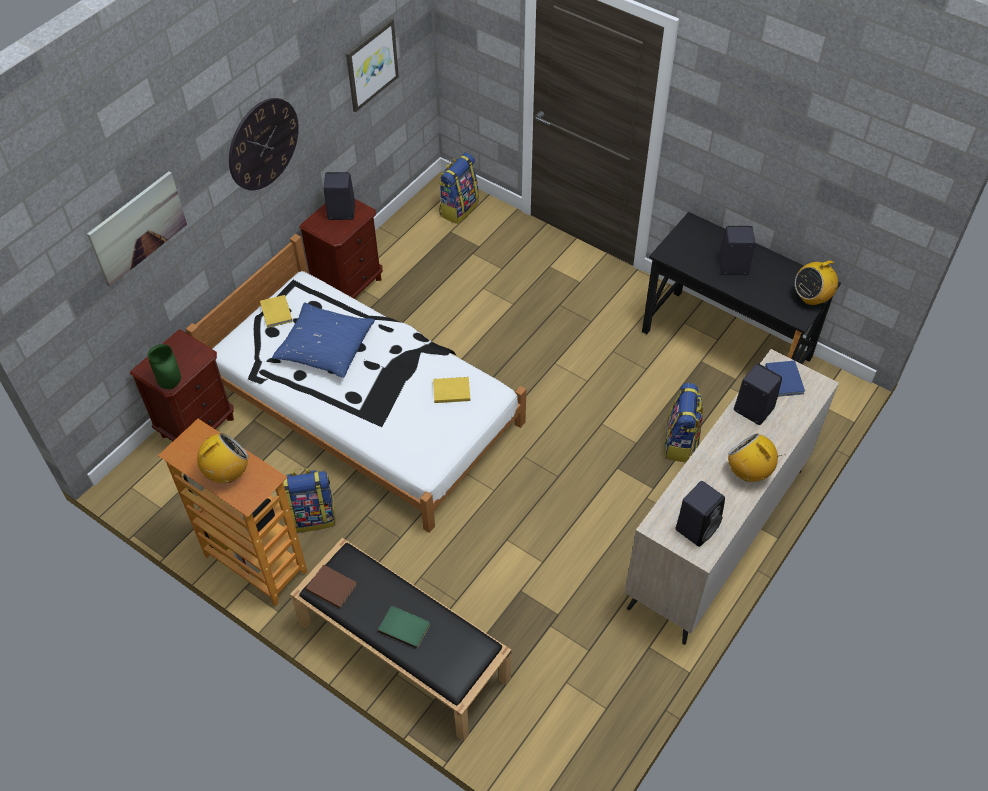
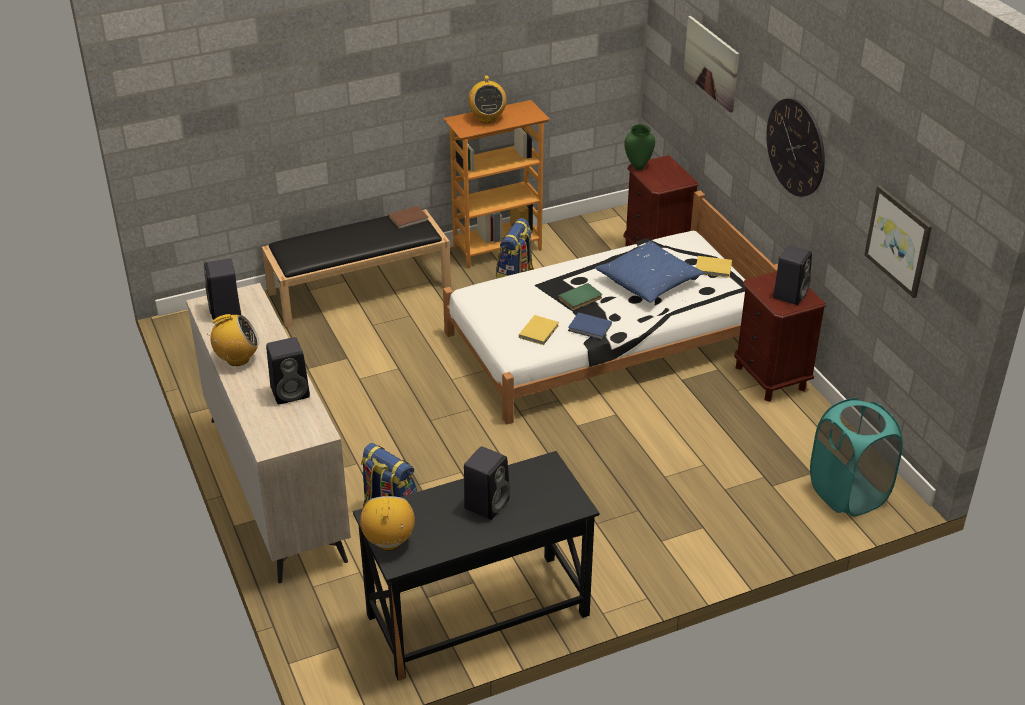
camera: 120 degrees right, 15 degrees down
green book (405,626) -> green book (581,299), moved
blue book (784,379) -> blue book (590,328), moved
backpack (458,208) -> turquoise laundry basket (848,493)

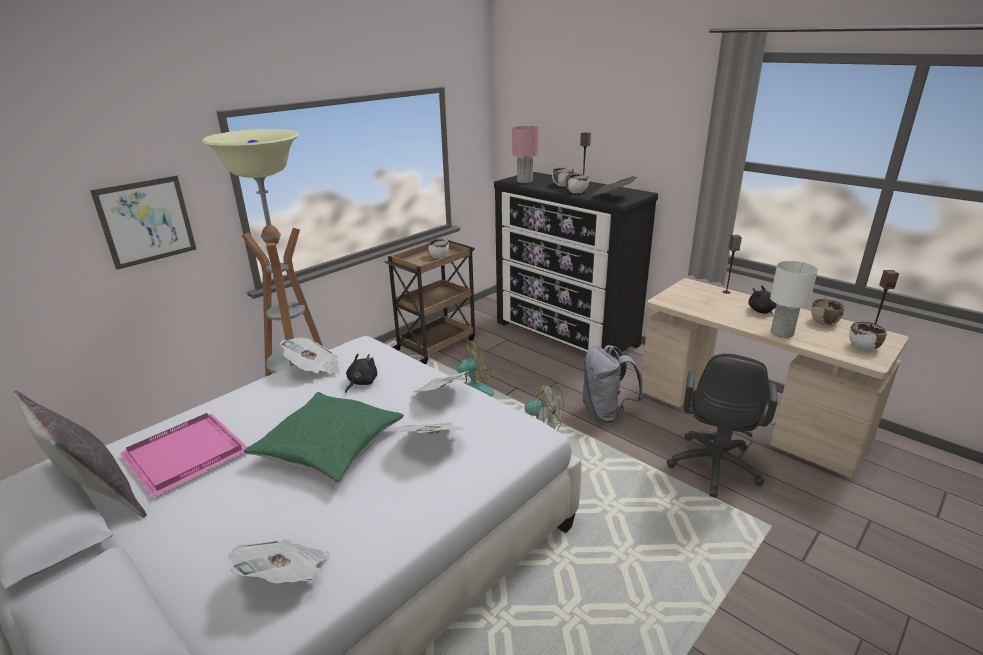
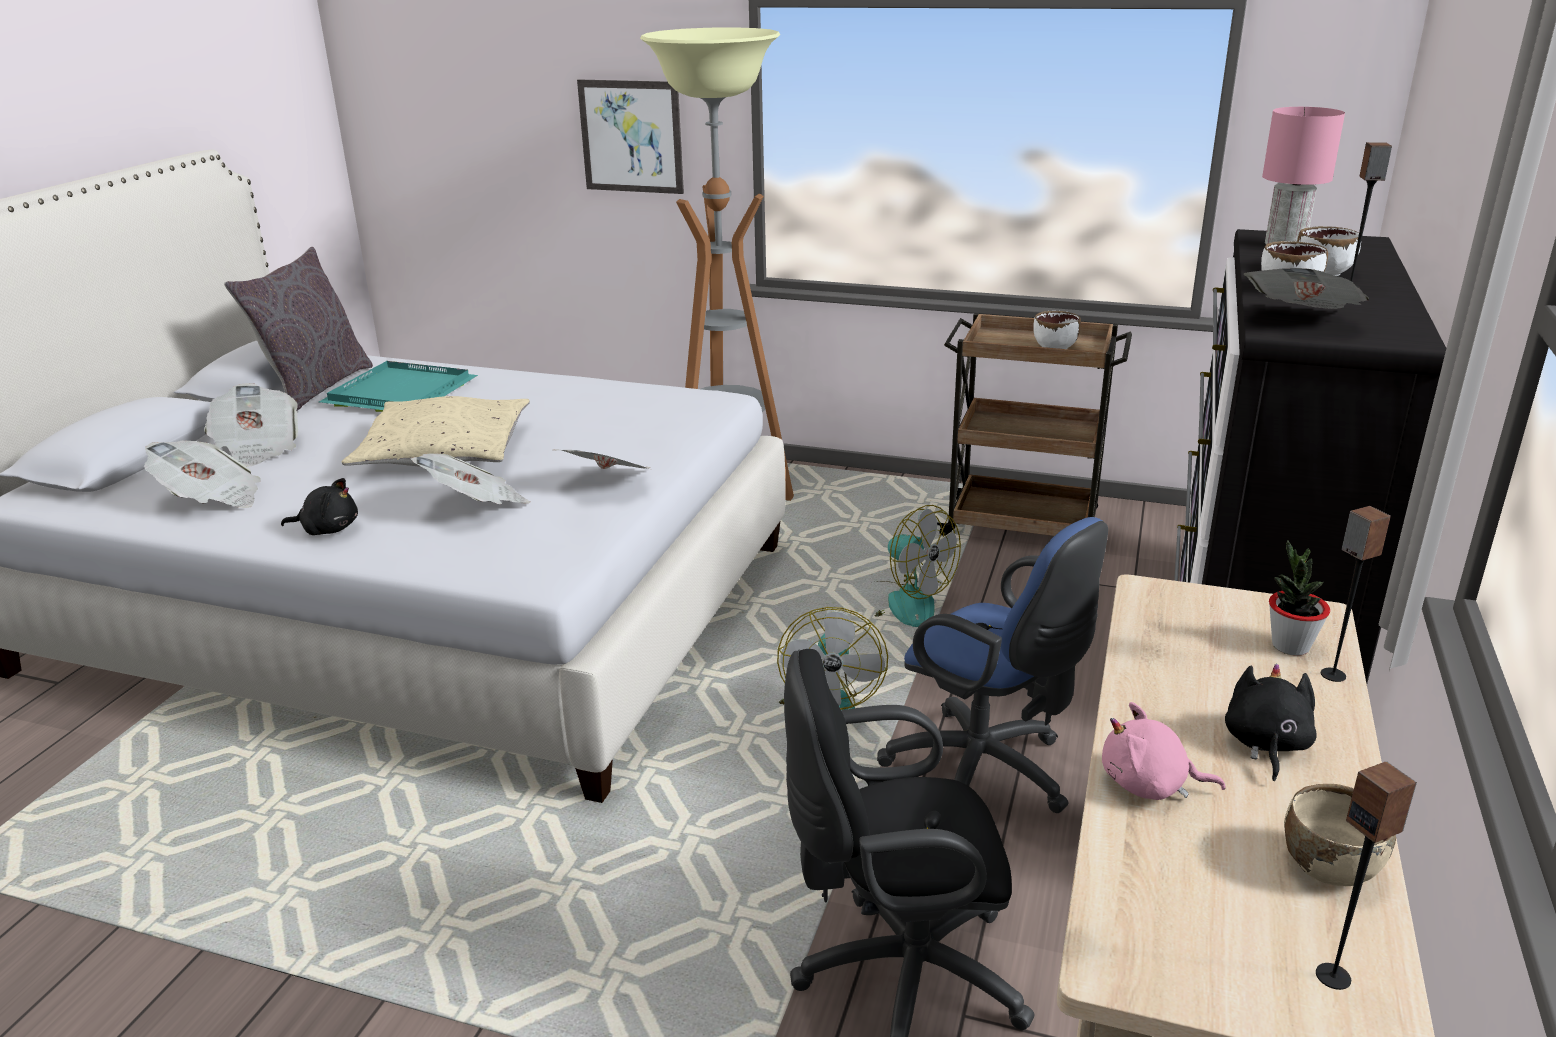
camera: 65 degrees right, 0 degrees up
newspaper (314,369) -> newspaper (257,448), moved
black plush toy (361,383) -> black plush toy (328,529), moved
pink tray (184,456) -> turquoise tray (397,394)
green pillow (329,446) -> beige pillow (444,452)
grey backpack (606,412) -> blue office chair (987,774)
white table lamp (782,333) -> pink plush toy (1149,785)
none -> potted plant (1290,646)
white bowl (863,347) -> none

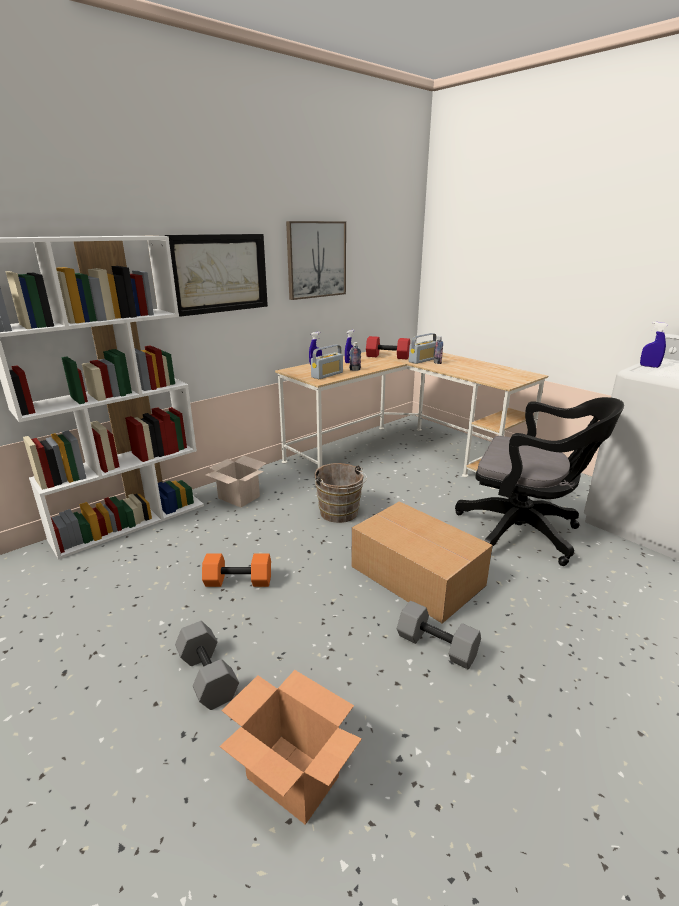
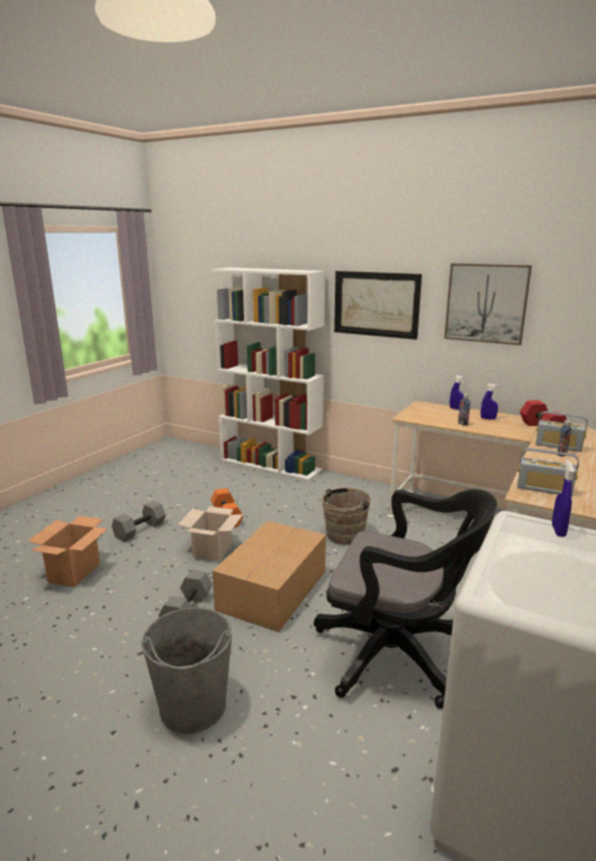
camera: 70 degrees right, 5 degrees down
none -> grey bucket (192,706)
cardboard box (238,497) -> cardboard box (212,549), moved
black office chair (524,533) -> black office chair (397,656), 75 degrees counterclockwise
radio (327,375) -> radio (544,489), moved

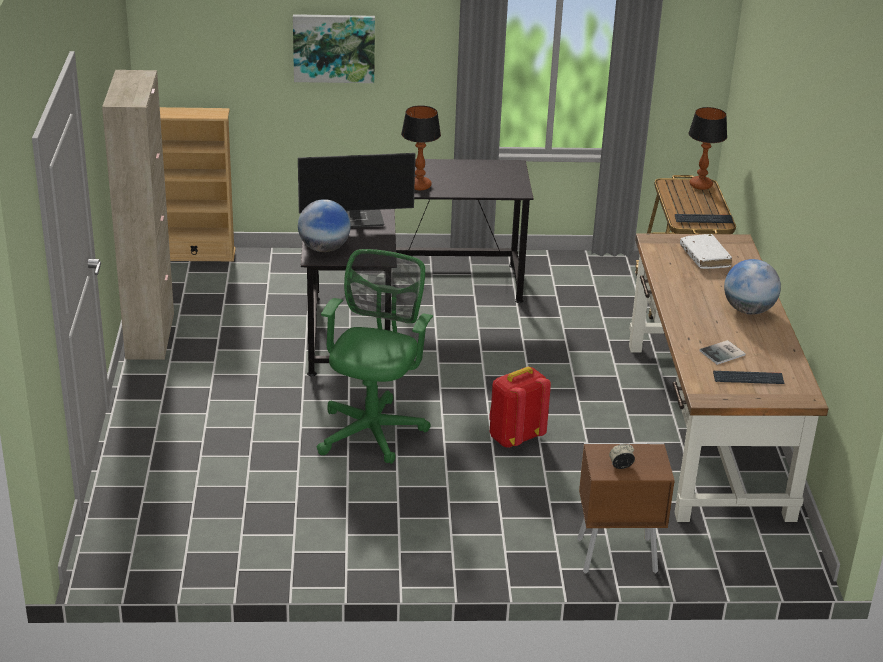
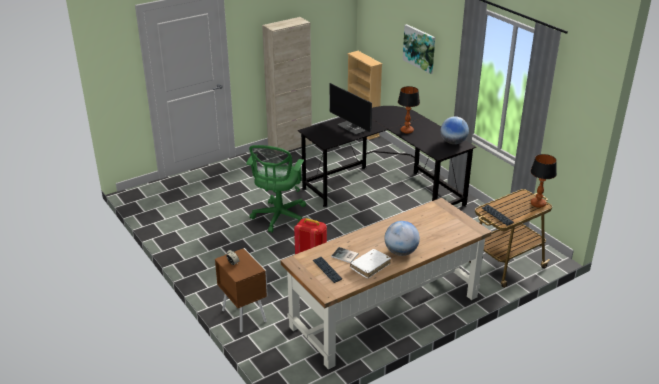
camera: 60 degrees right, 0 degrees up
green office chair (373,429) -> green office chair (278,218), 120 degrees clockwise
white book (704,257) -> white book (370,266), moved
globe (324,248) -> globe (453,142), moved

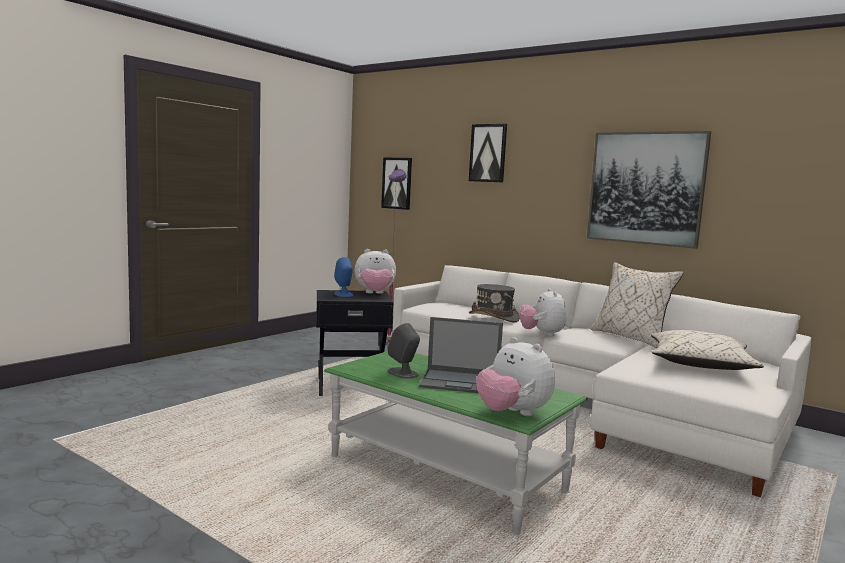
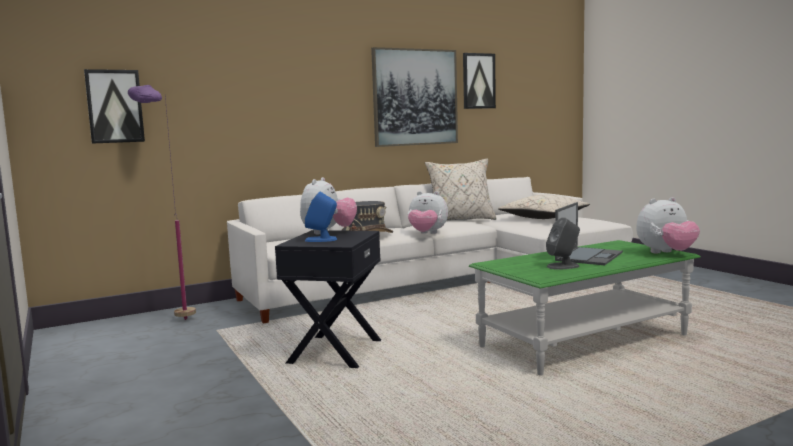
camera: 65 degrees left, 0 degrees up
picture (488,153) -> picture (478,81), moved

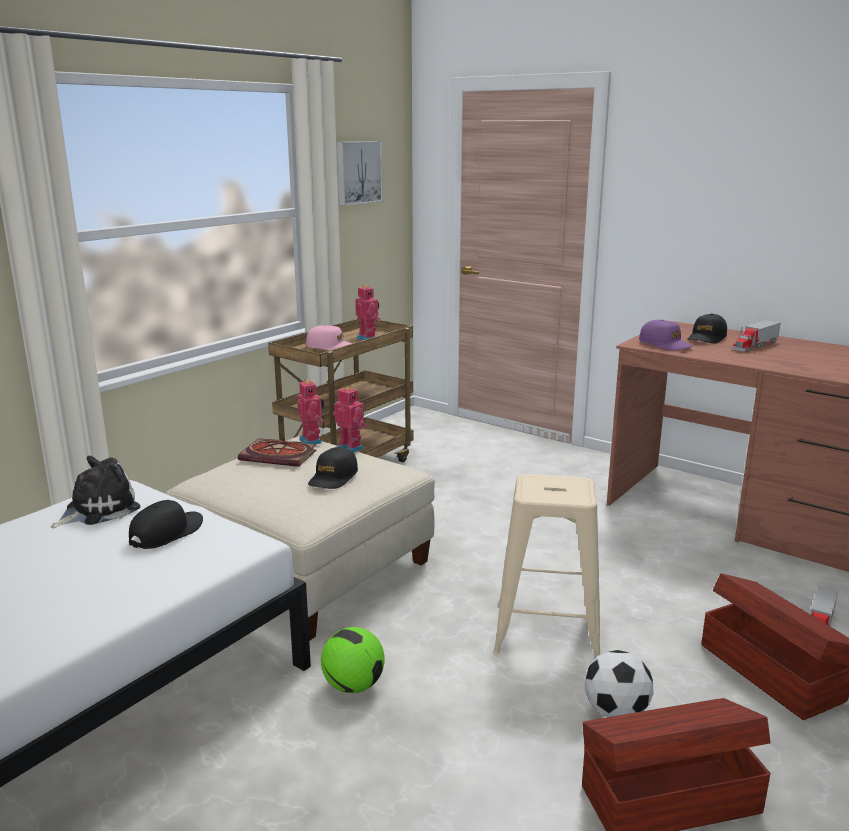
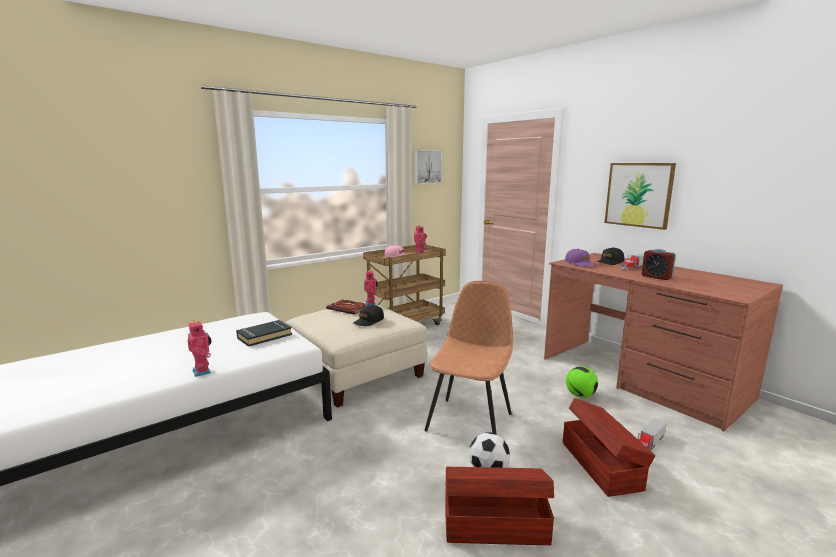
camera: 15 degrees right, 5 degrees down
toy robot (351,448) -> toy robot (203,371), moved
black cap (166,533) -> black book (264,336)
beige stool (546,631) -> brown chair (470,421)
football (353,685) -> football (580,395), moved
none -> picture (638,194)
none -> alarm clock (656,277)
plush toy (98,510) -> none

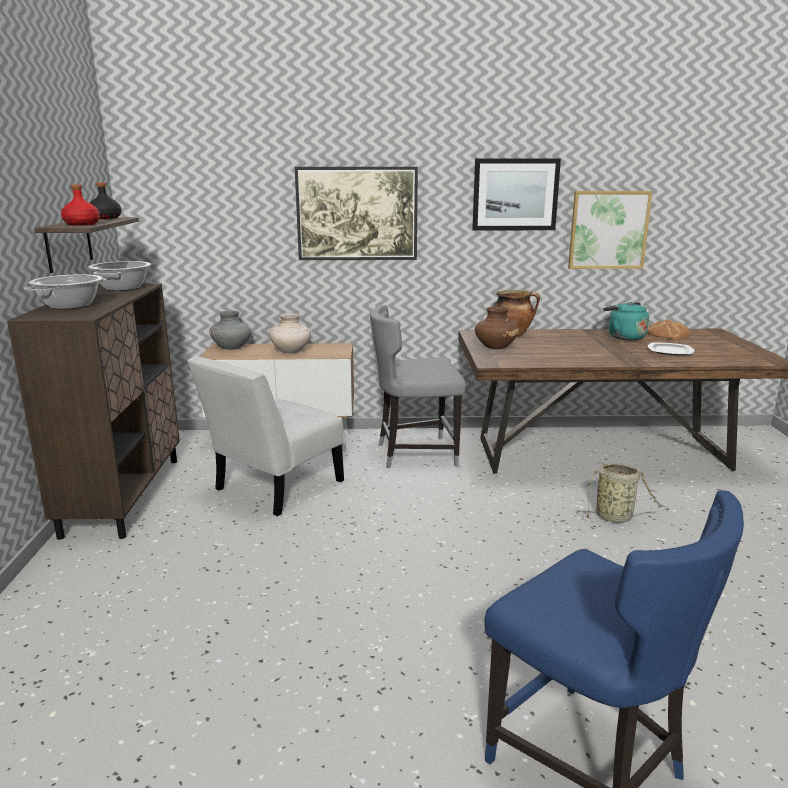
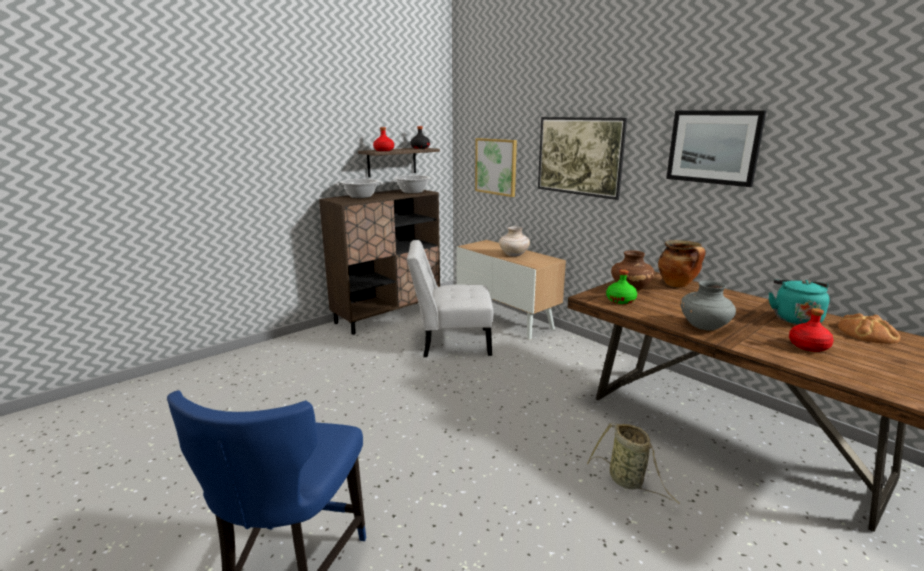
camera: 50 degrees right, 0 degrees up
picture (608,230) -> picture (496,166), moved
none -> green bottle (620,300)
grey vase (232,348) -> grey vase (704,327), moved
plate (670,351) -> red bottle (808,346)
grey chair (414,453) -> none

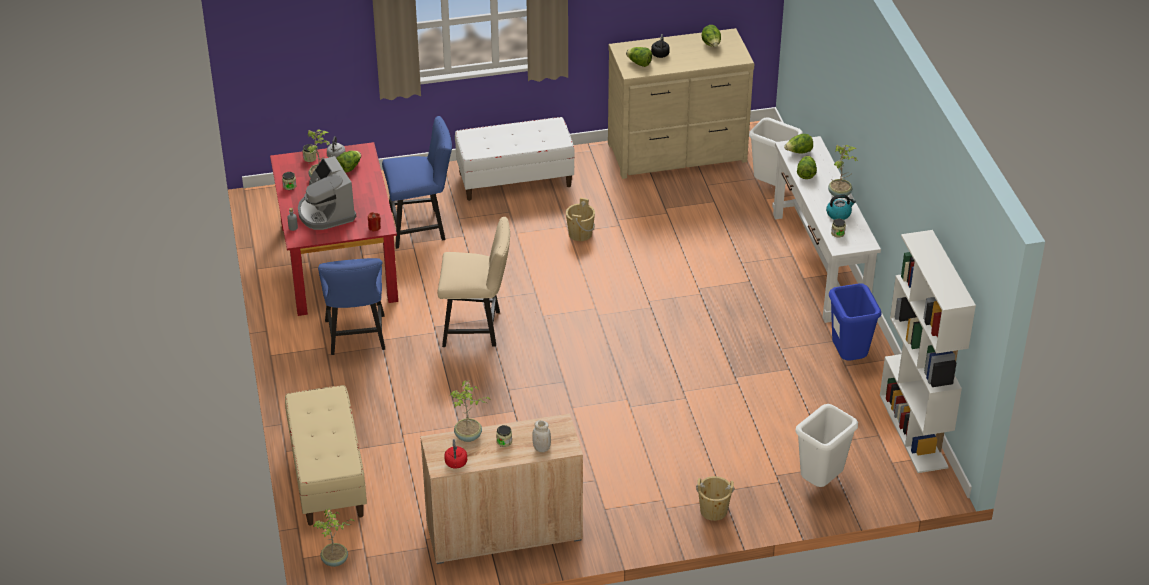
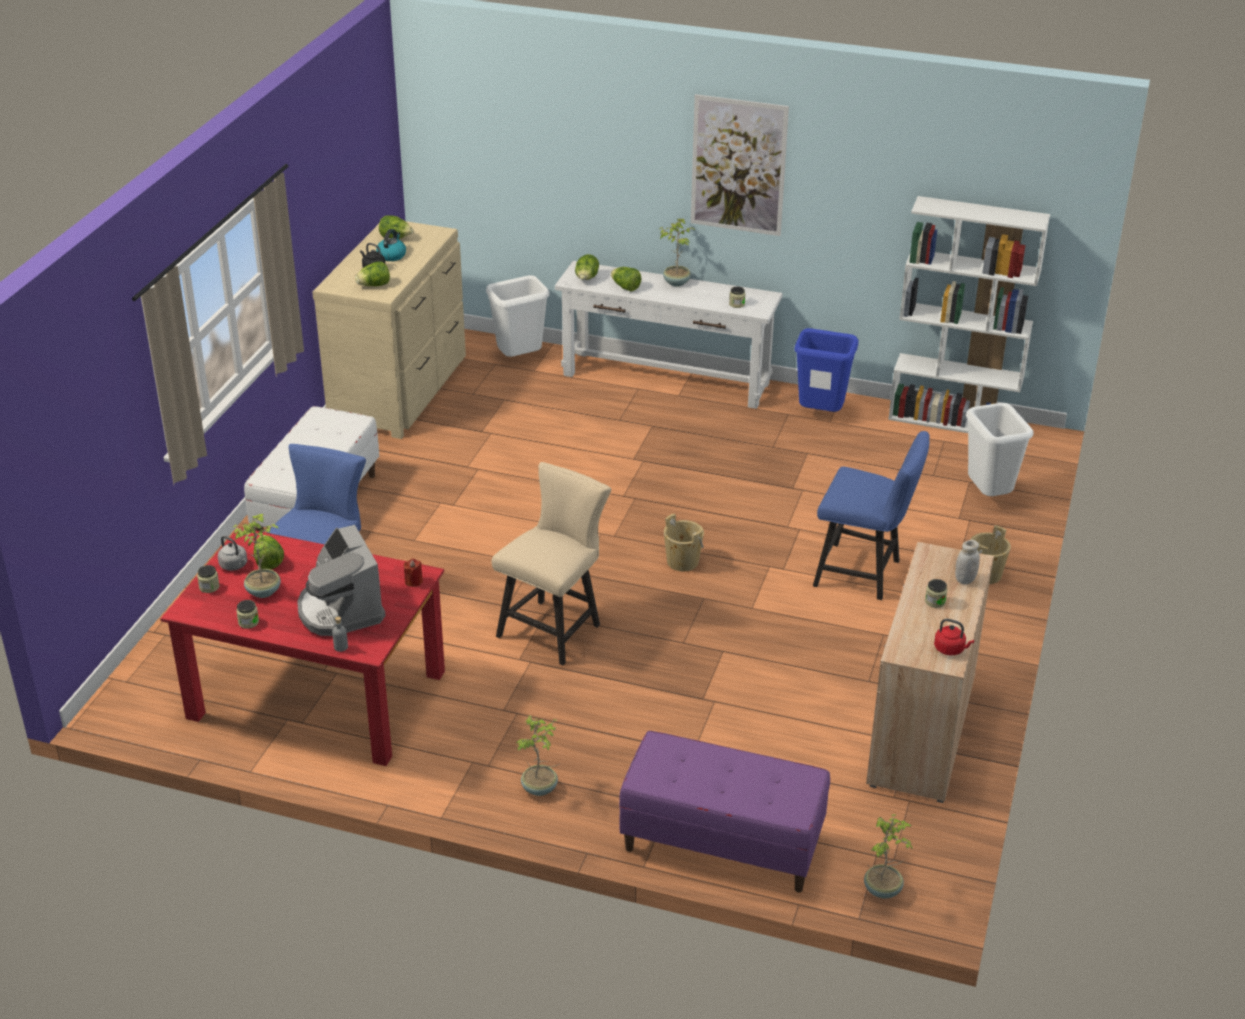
camera: 60 degrees left, 5 degrees down
coffee machine (326,213) -> coffee machine (340,610), 60 degrees clockwise
kettle (839,214) -> kettle (391,255), moved
potted plant (468,436) -> potted plant (540,788), moved
beige bench (327,476) -> purple bench (721,844)
beige bucket (580,234) -> beige bucket (682,562), moved
none -> picture (738,165)
blue chair (356,338) -> blue chair (864,574), moved

